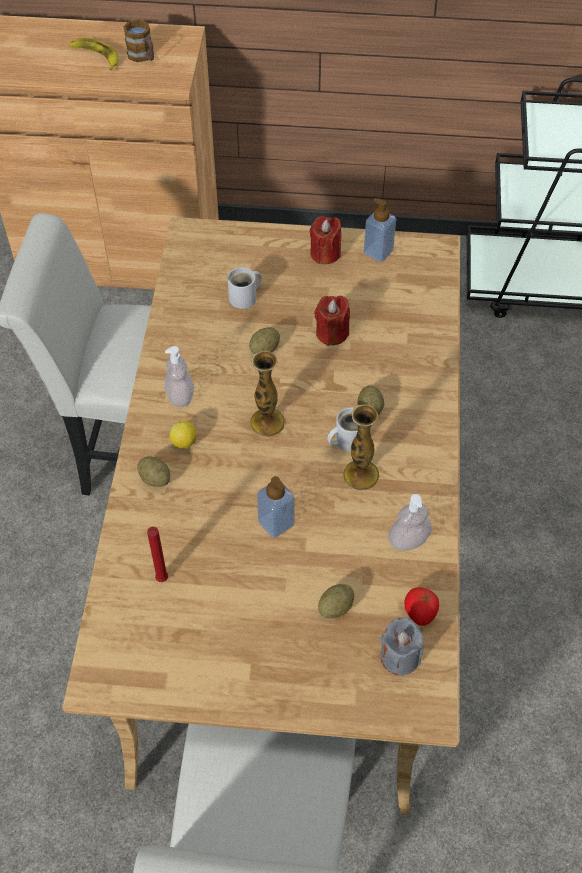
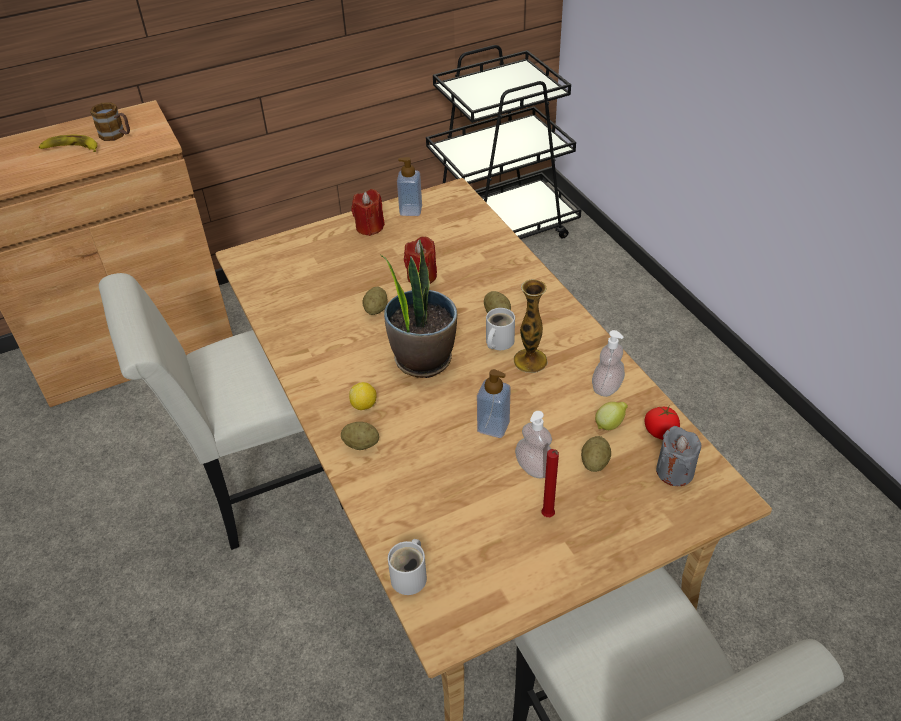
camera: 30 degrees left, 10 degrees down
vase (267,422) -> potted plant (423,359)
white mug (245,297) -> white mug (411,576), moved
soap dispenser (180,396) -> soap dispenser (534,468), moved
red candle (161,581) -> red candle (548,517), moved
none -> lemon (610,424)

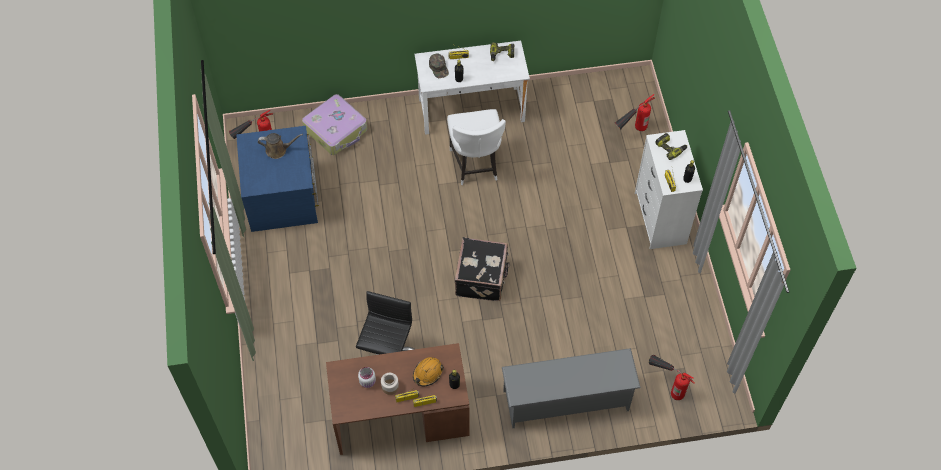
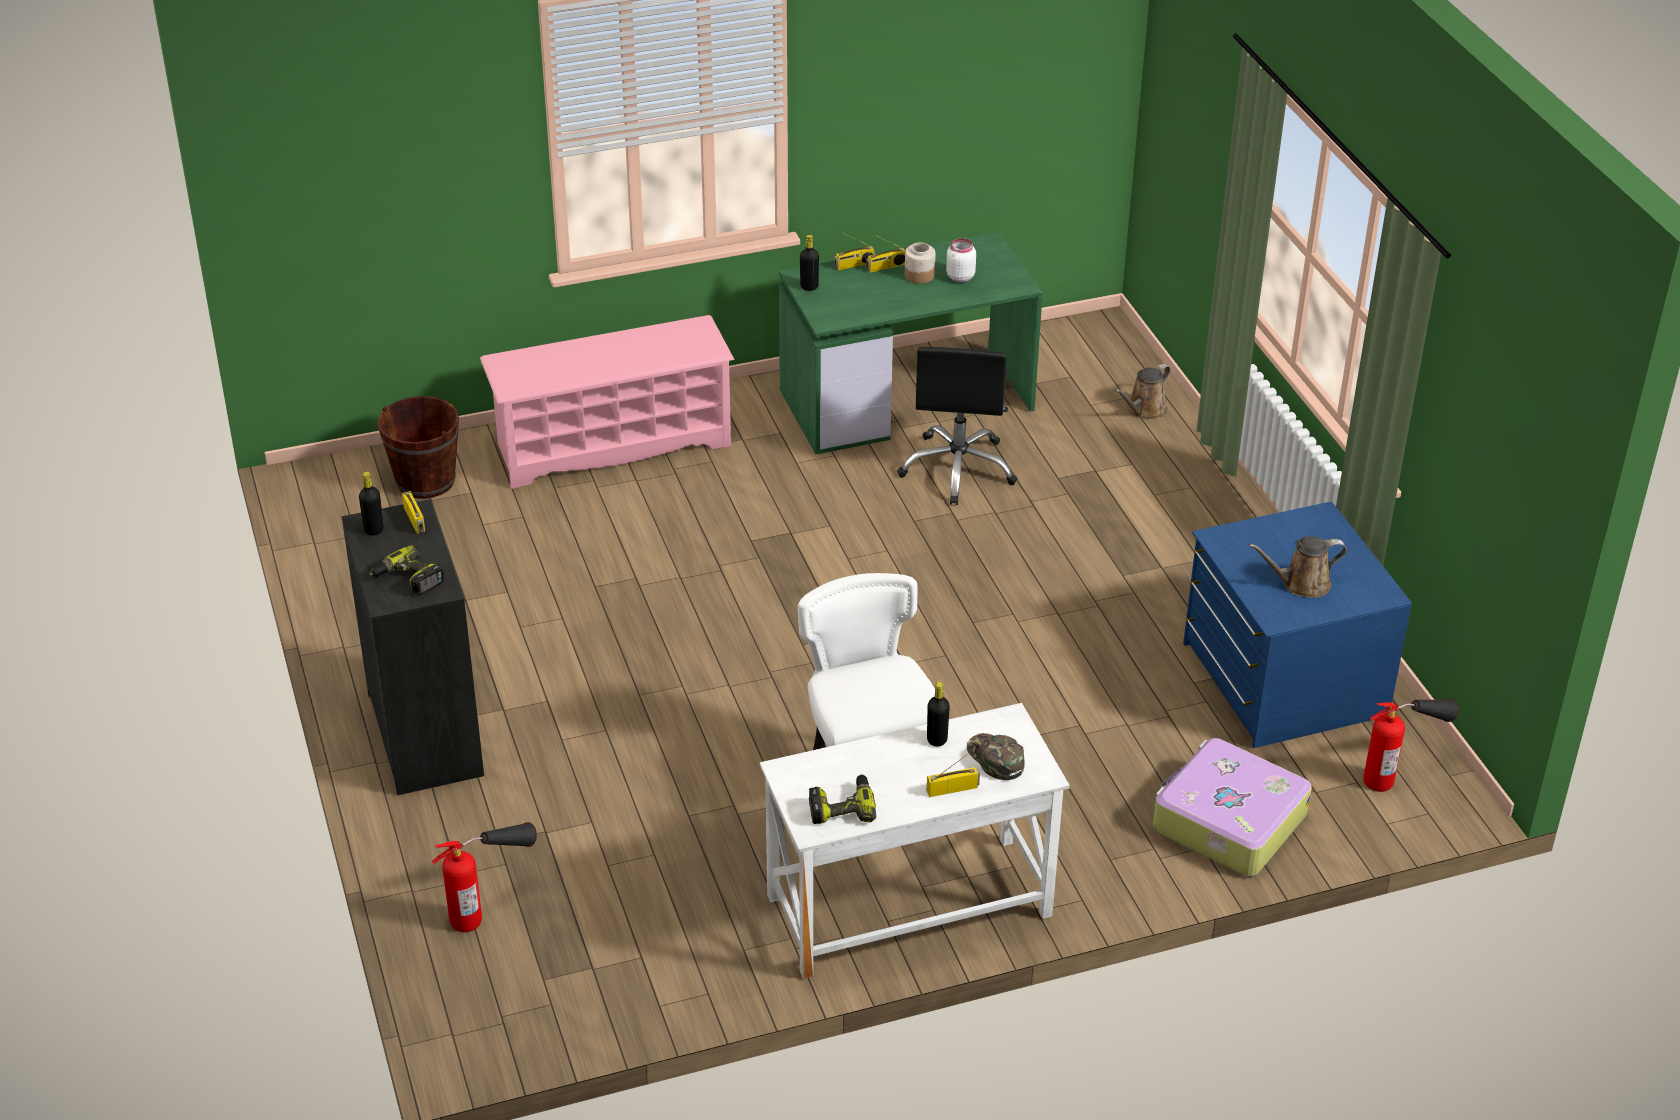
camera: 170 degrees right, 20 degrees down
white dresser (659,218) -> black dresser (426,734)
fire extinguisher (667,386) -> brown bucket (425,481)
grey shoe rack (566,401) -> pink shoe rack (613,445)
brown desk (400,416) -> green desk (907,399)
none -> brown watering can (1144,410)
orange hard hat (427,373) -> none
black suitcase (482,278) -> none

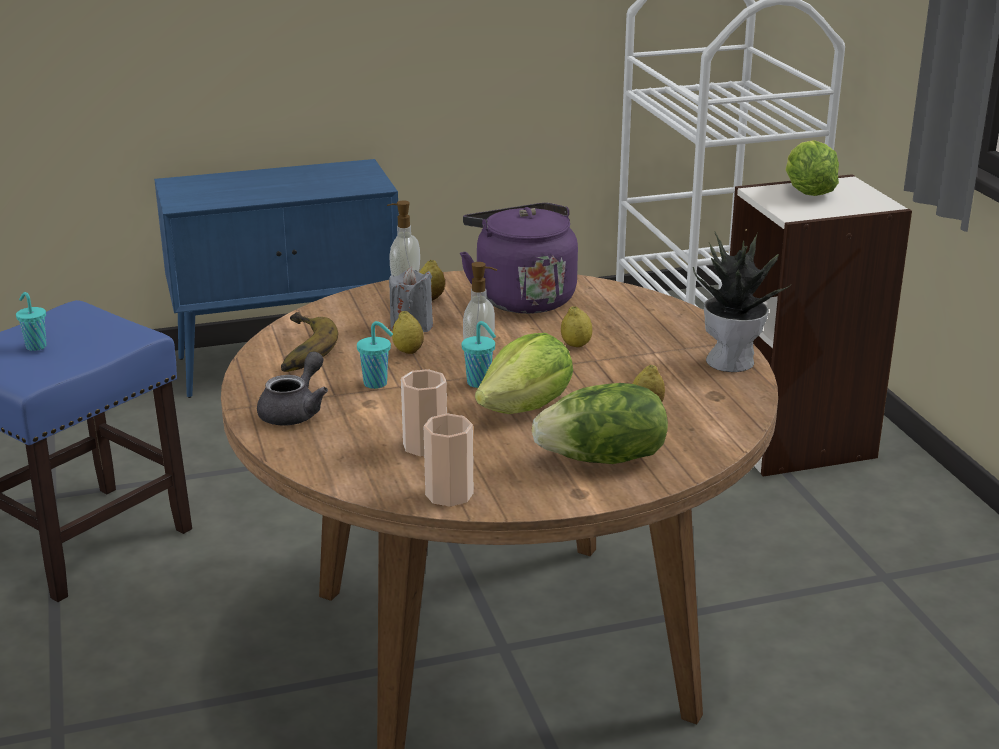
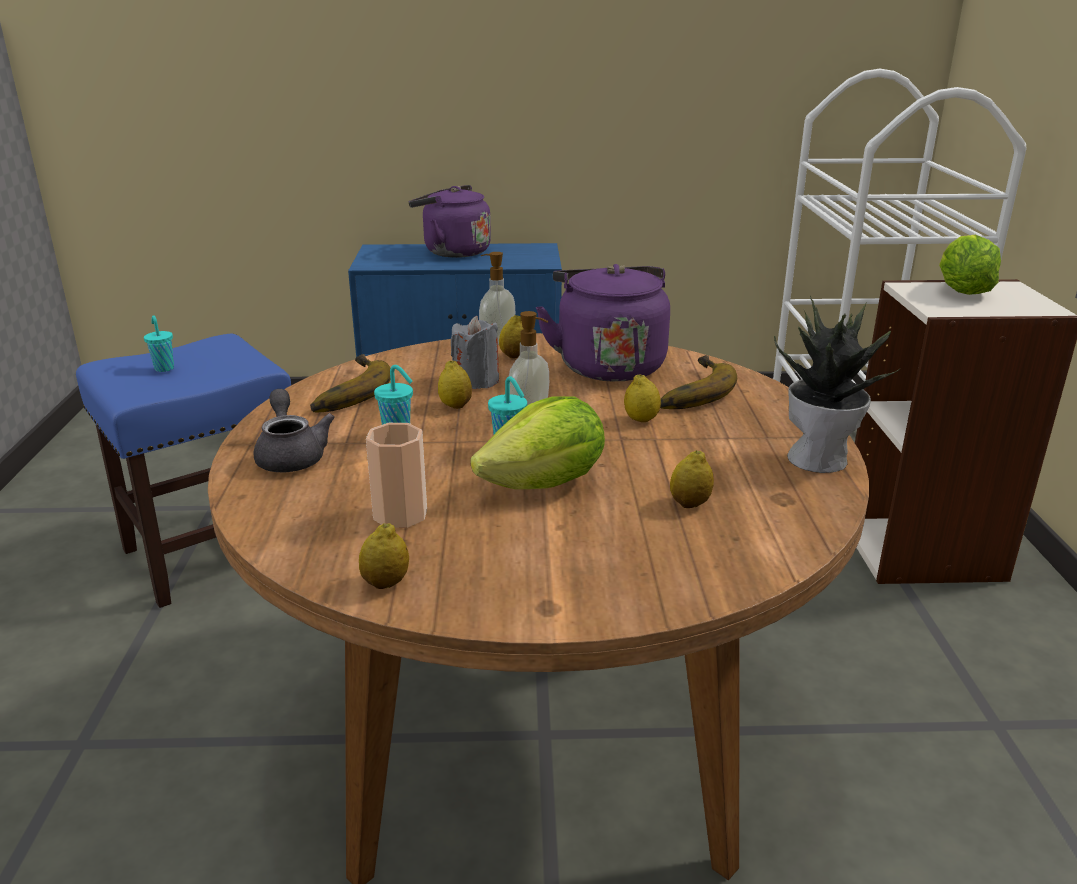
camera: 15 degrees right, 0 degrees up
grey teapot (295,411) -> grey teapot (291,455), 60 degrees counterclockwise
cup (449,494) -> lemon (385,583)
none -> purple kettle (452,252)
none -> banana (688,390)
lettuce (603,459) -> none

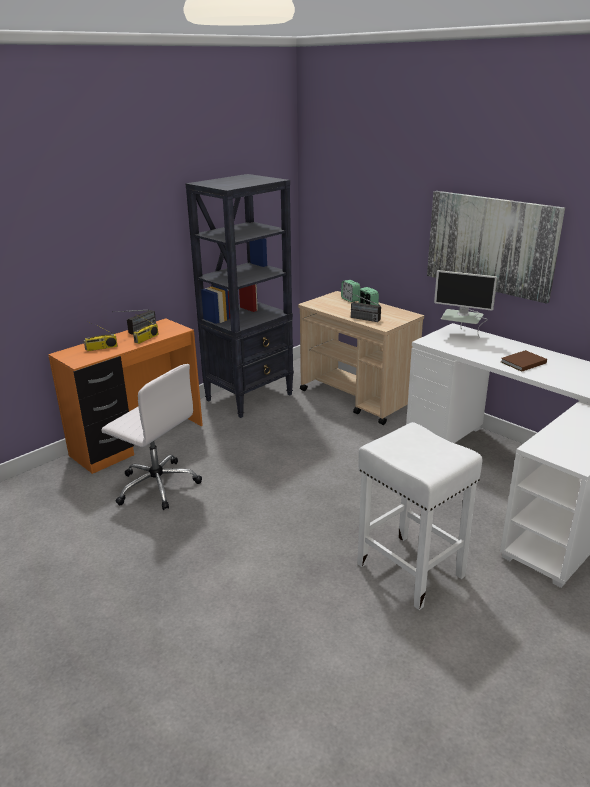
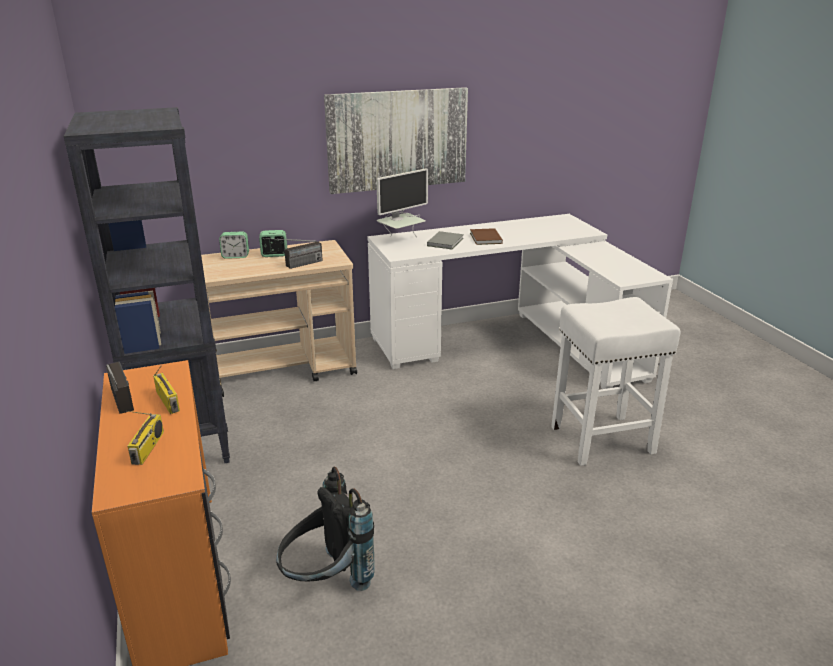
camera: 65 degrees left, 0 degrees up
white office chair (157,485) -> black backpack (326,582)
none -> grey book (446,242)

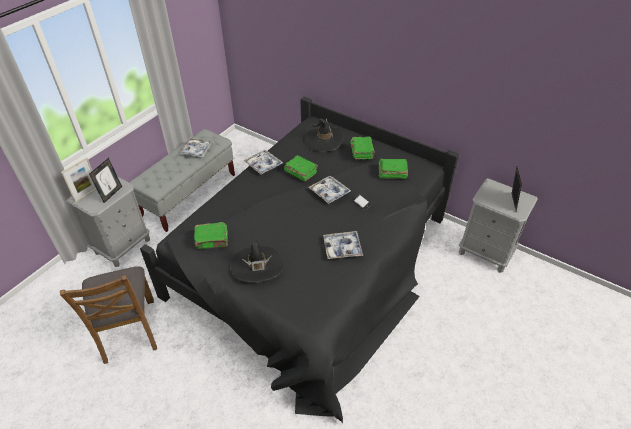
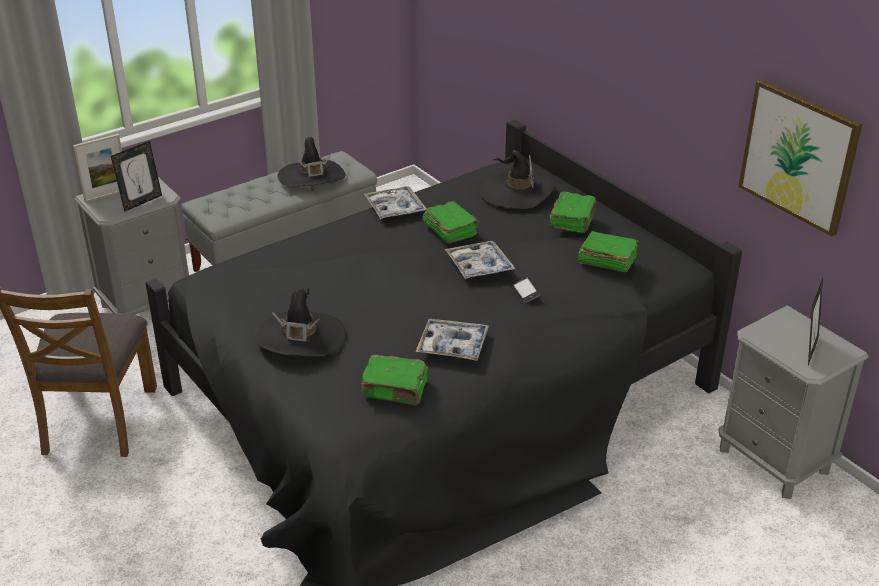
camera: 20 degrees right, 10 degrees down
tray (196,150) -> black hat (311,177)
green book (212,240) -> green book (395,390), moved
none -> picture (799,156)

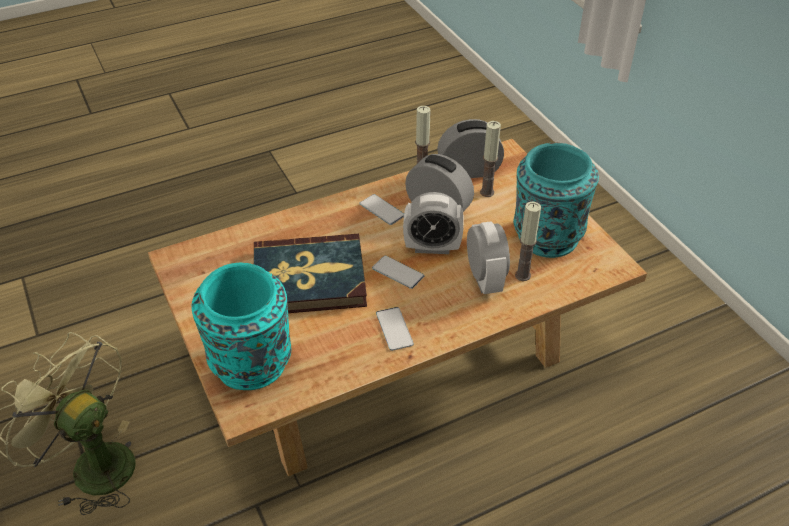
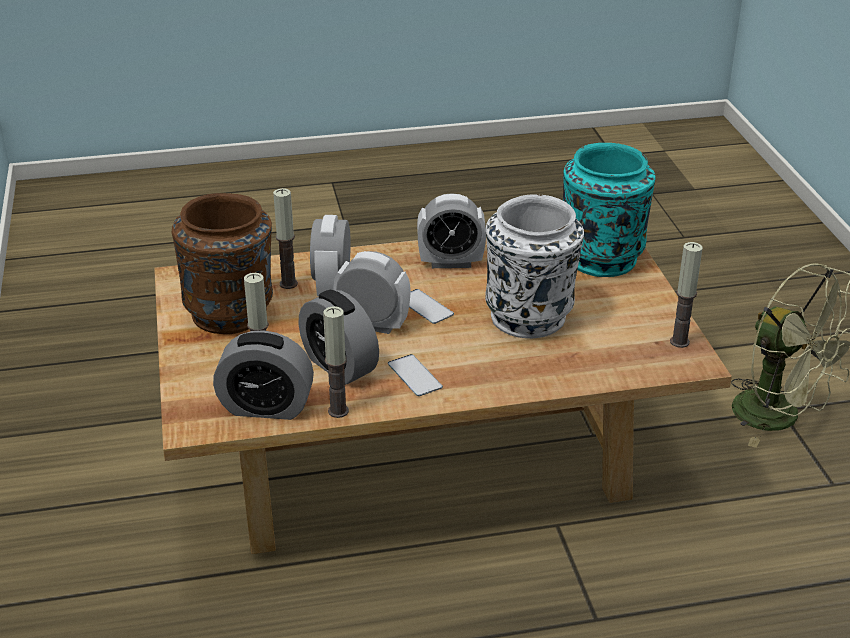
camera: 165 degrees left, 10 degrees down
turquoise vase (546,237) -> brown vase (231,313)
phone (394,329) -> alarm clock (451,262)
book (309,279) -> white vase (529,316)
none -> candle (679,342)

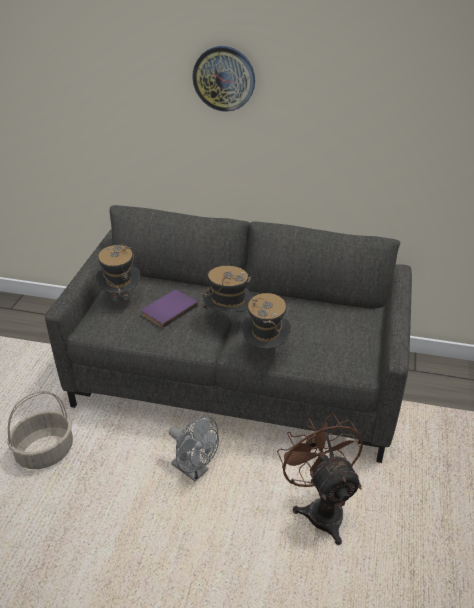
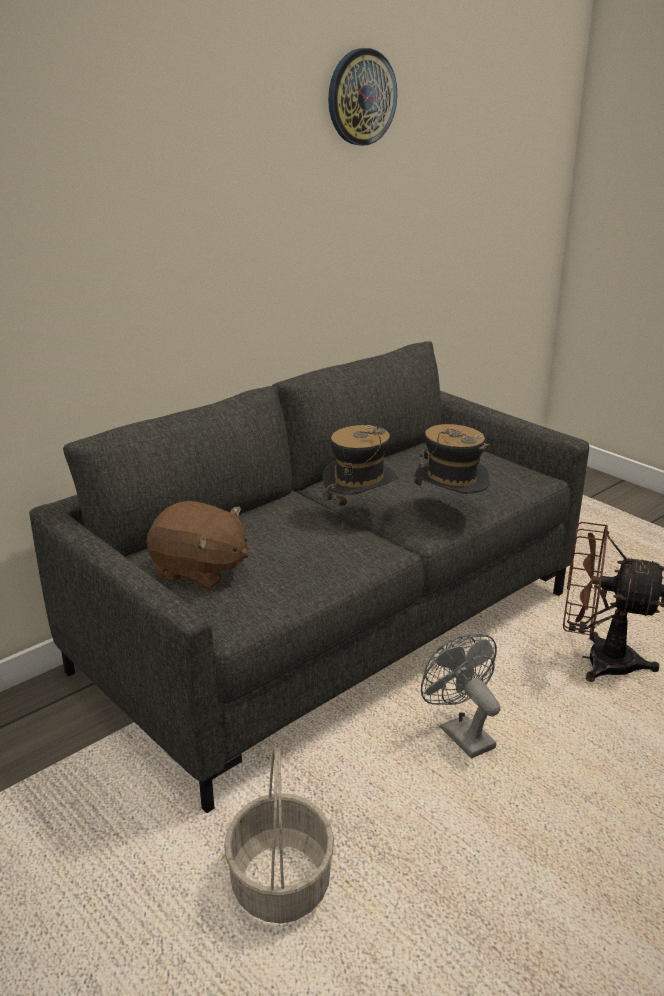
camera: 55 degrees left, 10 degrees down
hat (121,298) -> brown plush toy (200,571)
wall clock (224,78) -> wall clock (361,97), moved
grey fan (194,470) -> grey fan (460,733), 105 degrees counterclockwise
purple book (168,309) -> none

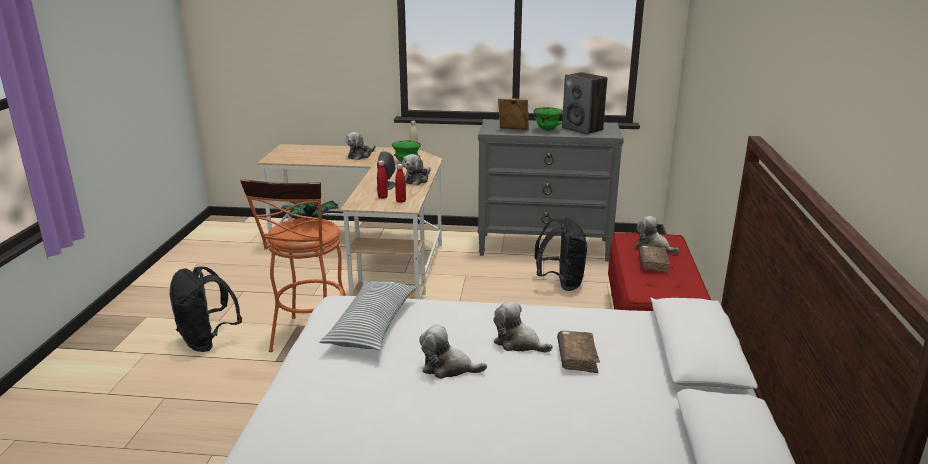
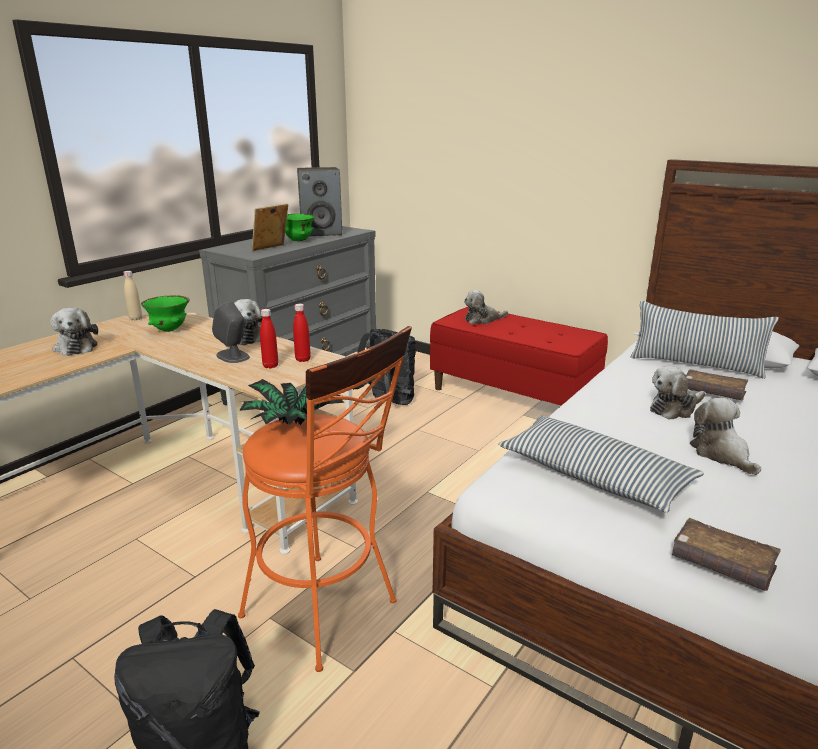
camera: 60 degrees left, 0 degrees up
none -> pillow (695,365)
brown book (653,264) -> brown book (721,564), moved
plush toy (448,368) -> plush toy (721,454), 120 degrees clockwise

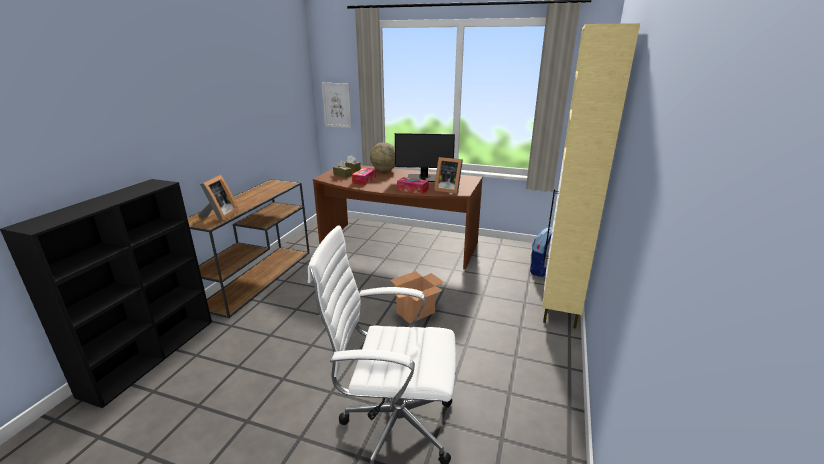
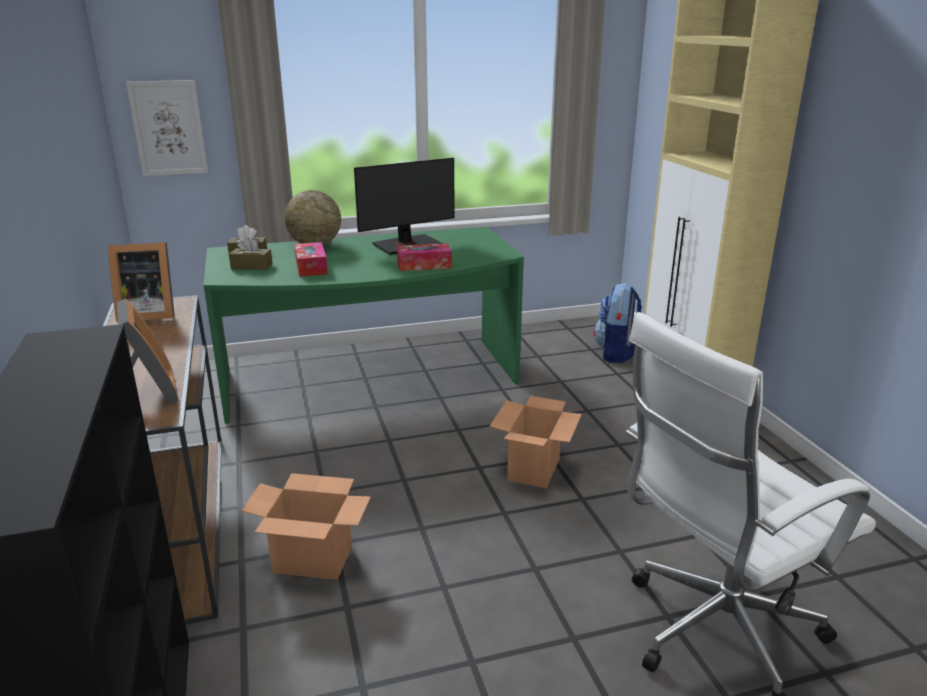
camera: 35 degrees left, 0 degrees up
picture frame (447,190) -> picture frame (147,314), moved
brown desk (397,246) -> green desk (371,381)
none -> cardboard box (314,560)

